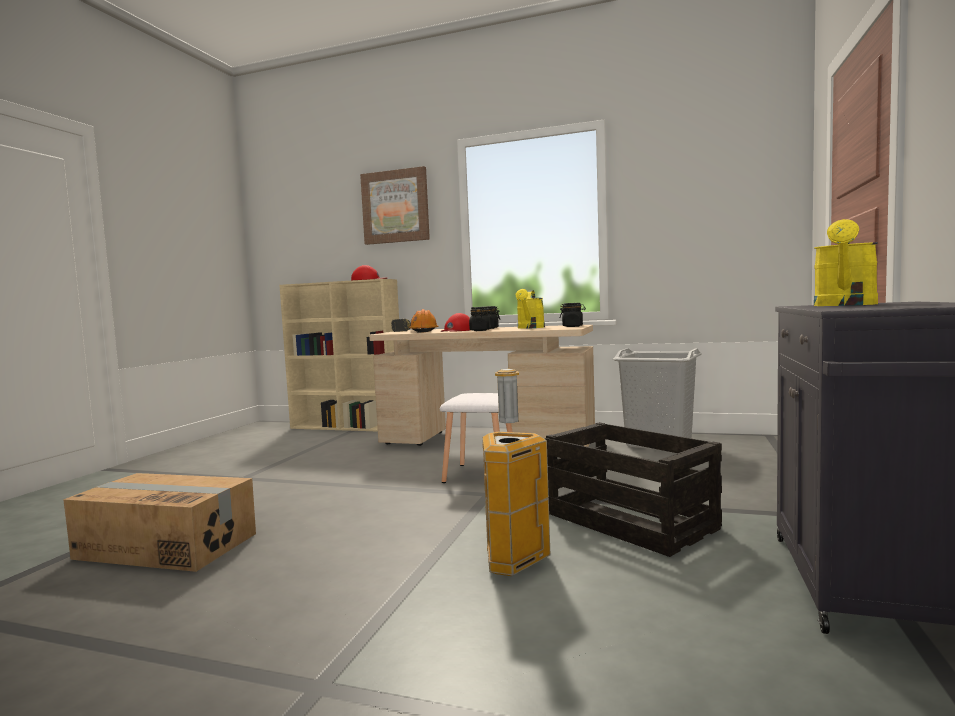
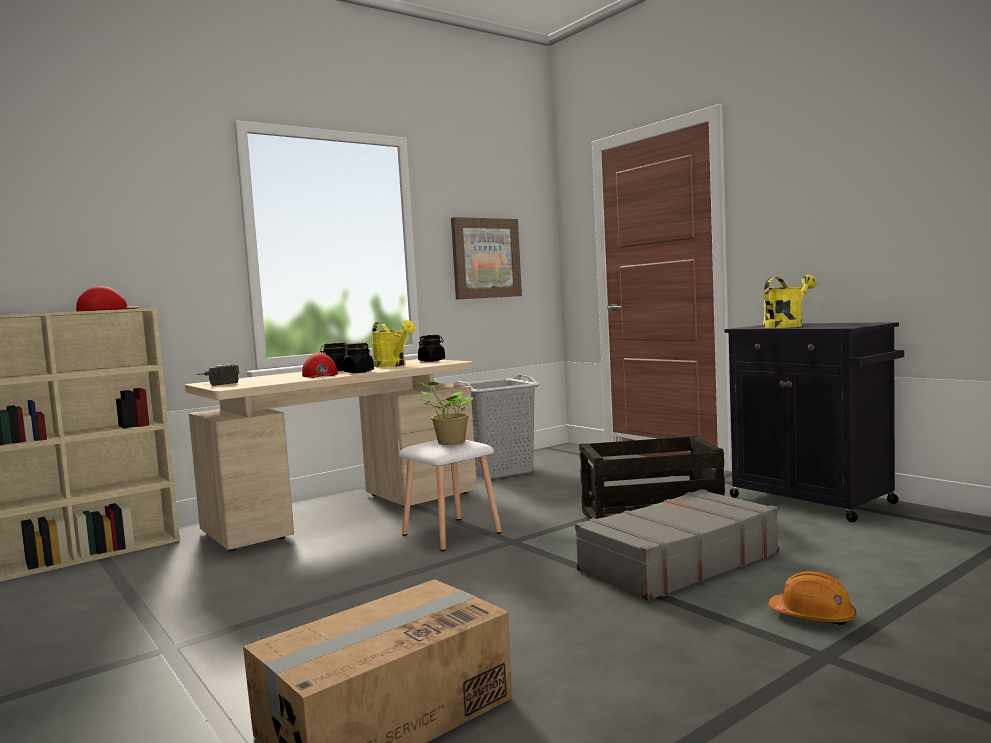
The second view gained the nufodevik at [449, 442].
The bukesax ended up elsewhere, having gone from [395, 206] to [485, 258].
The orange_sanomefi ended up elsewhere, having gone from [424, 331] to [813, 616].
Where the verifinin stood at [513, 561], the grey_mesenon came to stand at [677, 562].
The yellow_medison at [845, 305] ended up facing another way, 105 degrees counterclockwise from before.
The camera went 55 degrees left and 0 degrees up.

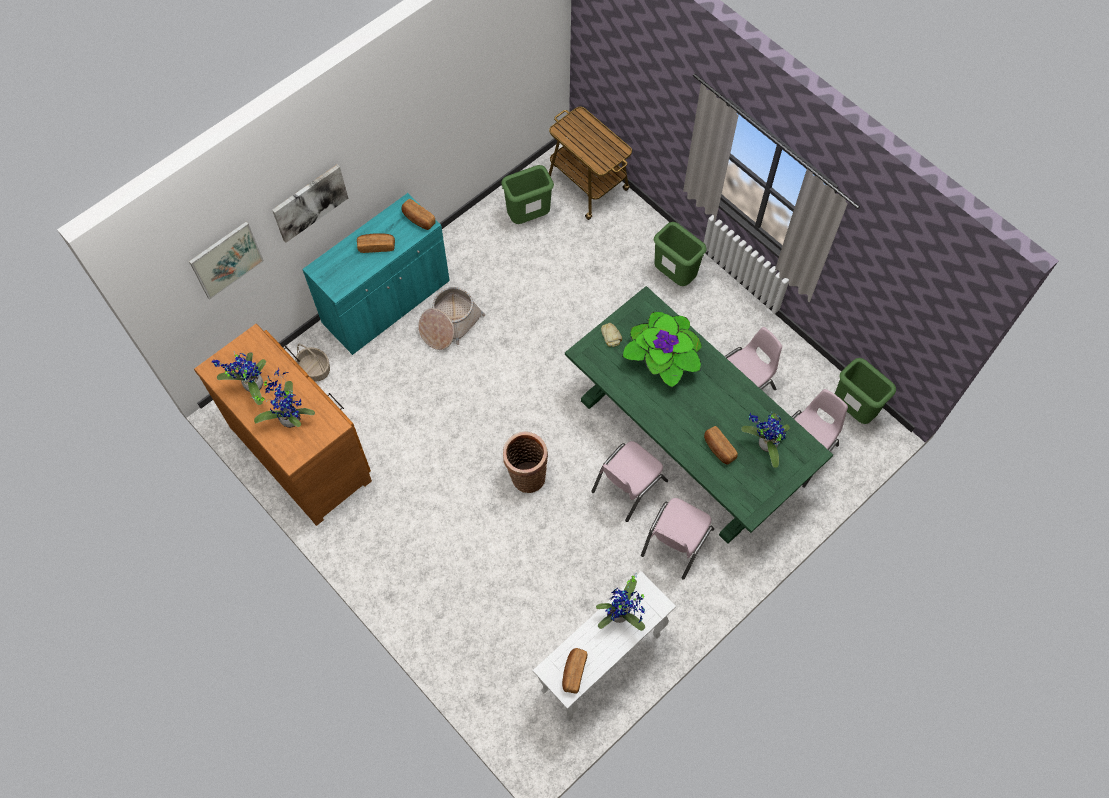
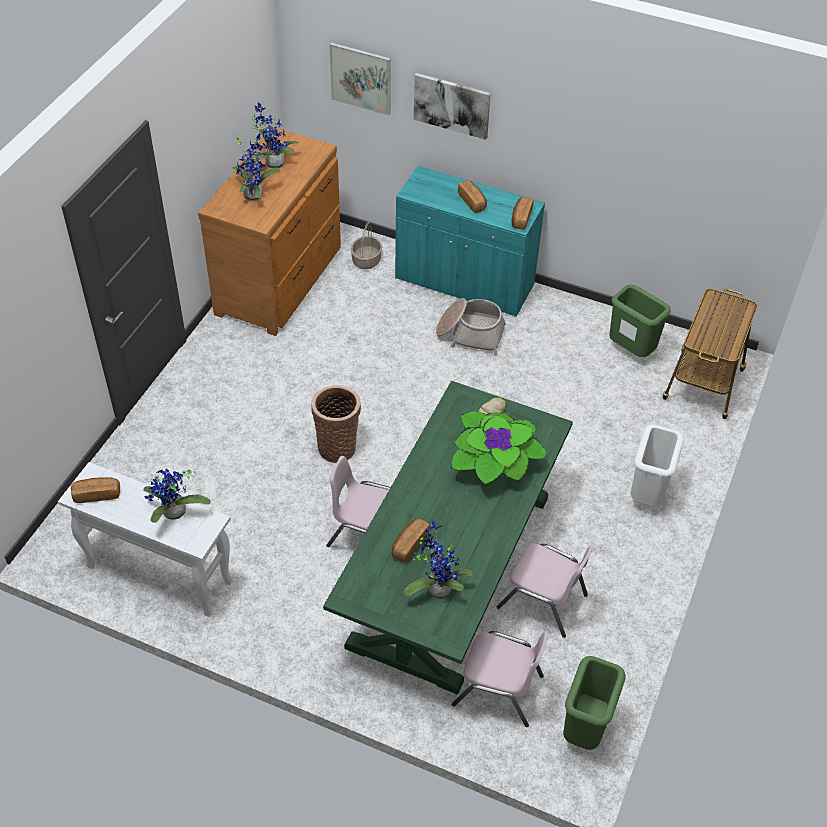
The second view lost the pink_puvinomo at [676, 542].
What was the green_verifinin at [675, 276] turned into the white_verifinin at [647, 495].
The camera went 65 degrees right and 15 degrees down.

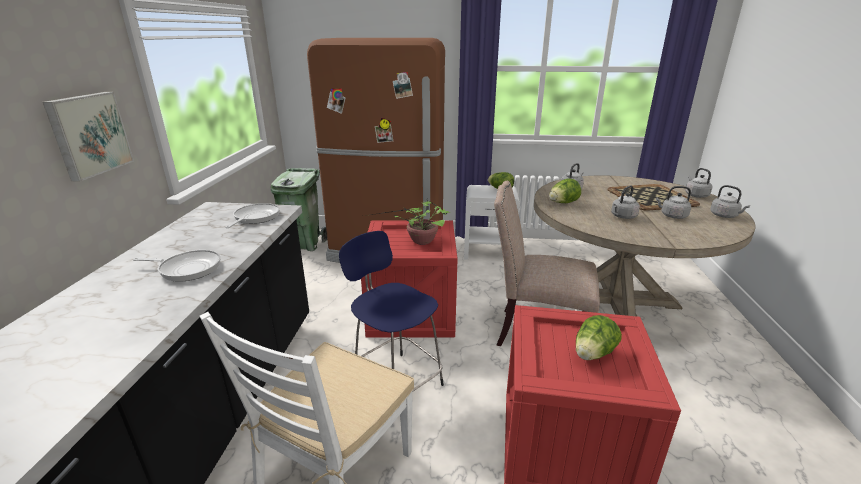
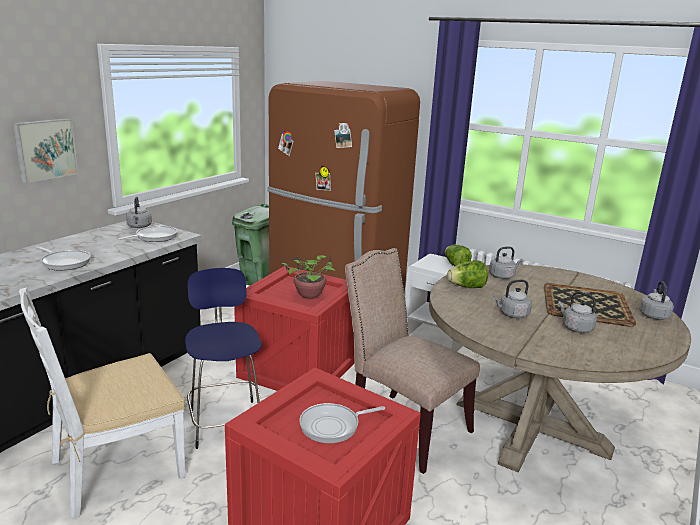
The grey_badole ended up elsewhere, having gone from [725, 216] to [139, 227].
Where the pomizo stood at [593, 354], the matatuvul came to stand at [333, 426].
The camera went 25 degrees right and 5 degrees down.

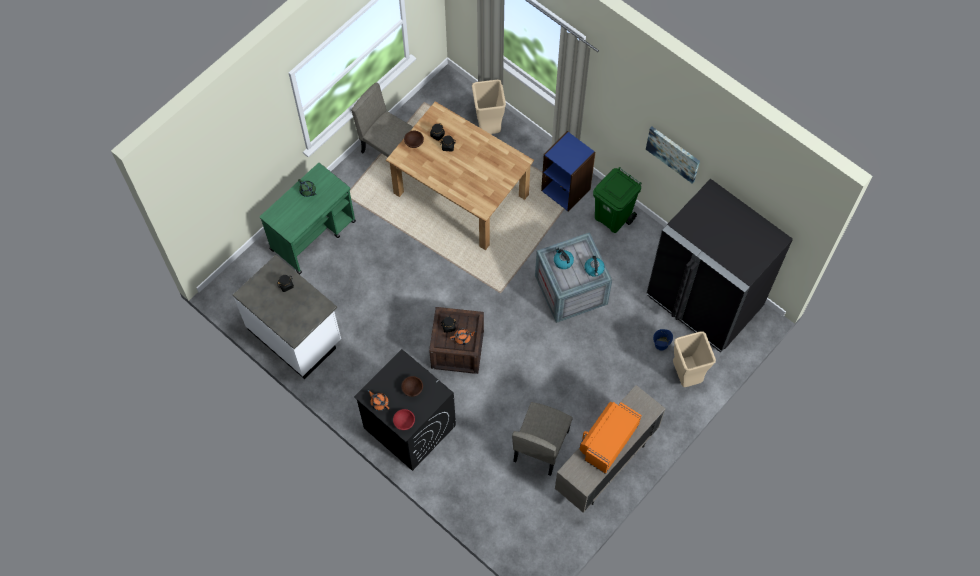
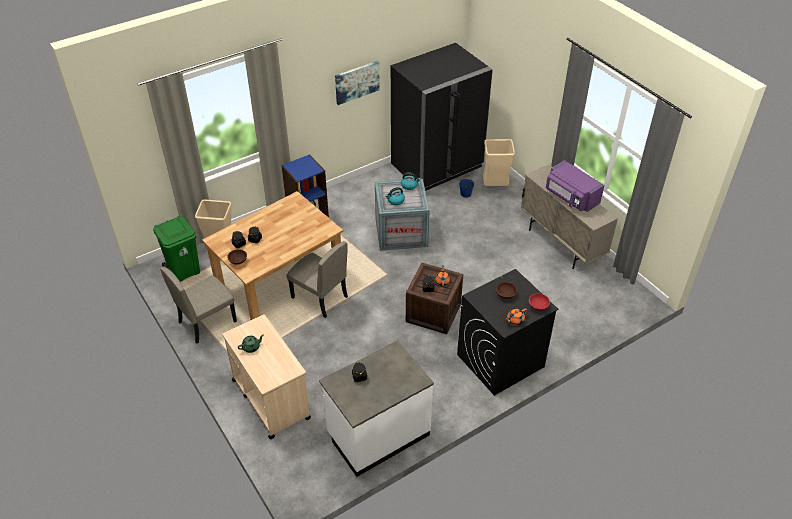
The beige_puvinomo ended up elsewhere, having gone from [540, 446] to [319, 297].
The green_verifinin ended up elsewhere, having gone from [613, 218] to [184, 271].
What was the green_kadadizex at [313, 235] turned into the beige_kadadizex at [270, 398].
What was the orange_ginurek at [607, 440] turned into the purple_ginurek at [570, 198].
The camera went 75 degrees left and 20 degrees down.

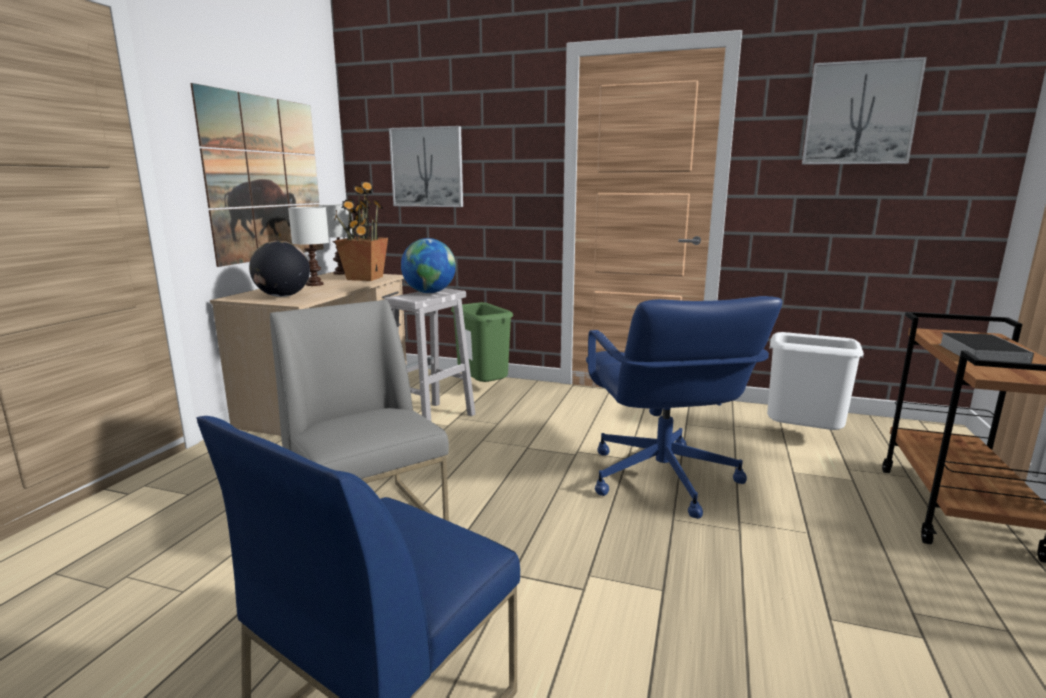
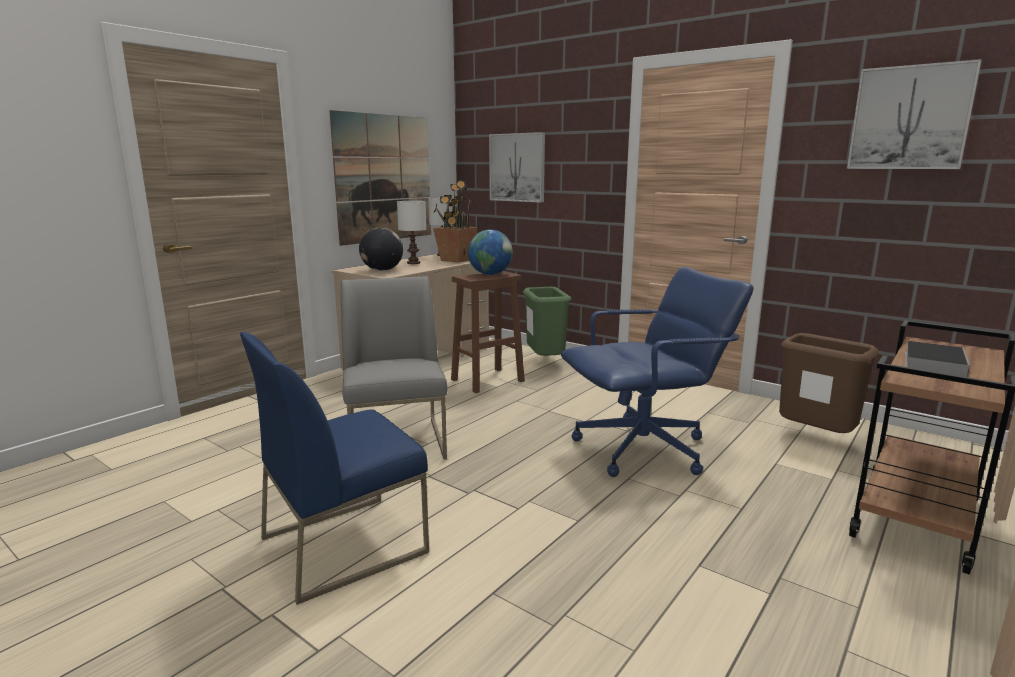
What was the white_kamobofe at [431, 420] turned into the brown_kamobofe at [486, 381].
What was the white_verifinin at [802, 438] turned into the brown_verifinin at [815, 439].
The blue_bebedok at [661, 479] ended up facing another way, 120 degrees counterclockwise from before.
The camera went 20 degrees right and 0 degrees up.

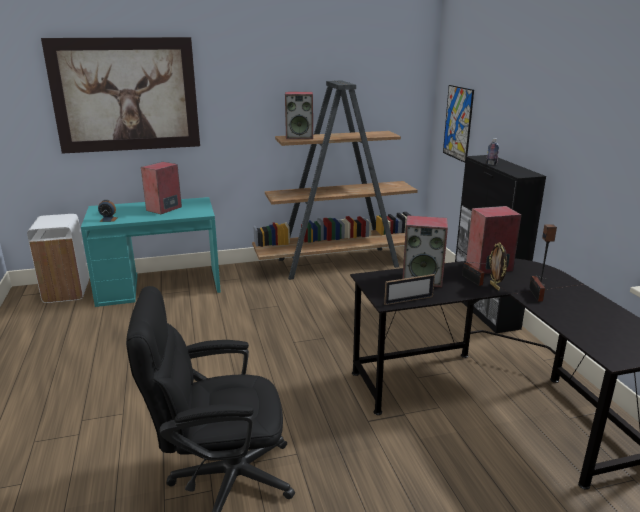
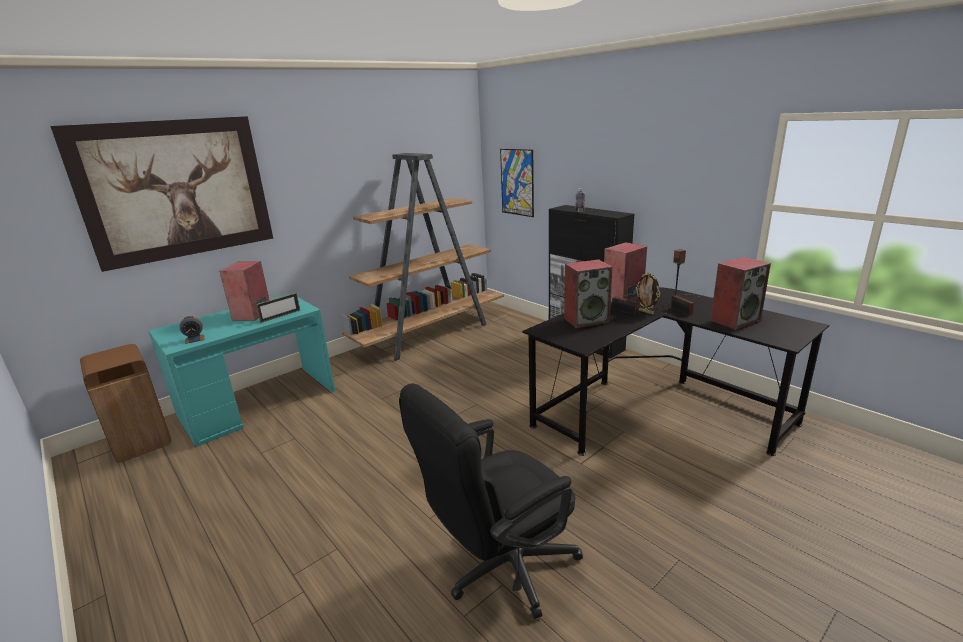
The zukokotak ended up elsewhere, having gone from [300, 137] to [735, 320].
The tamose ended up elsewhere, having gone from [408, 300] to [280, 316].
What was the white_verifinin at [67, 292] turned into the brown_verifinin at [142, 441].
The camera went 25 degrees left and 0 degrees up.

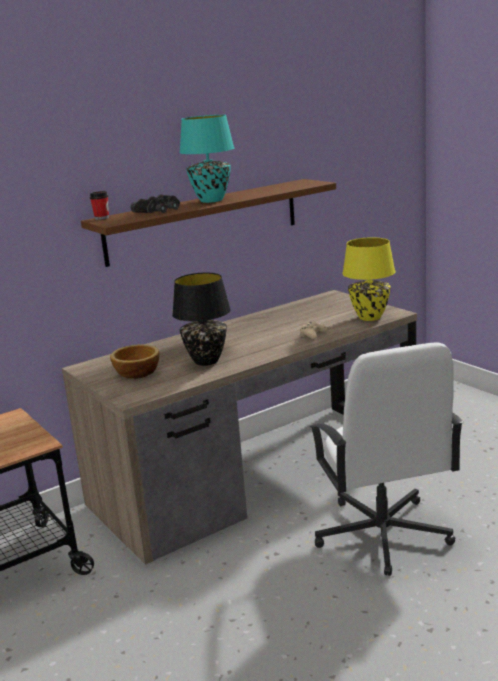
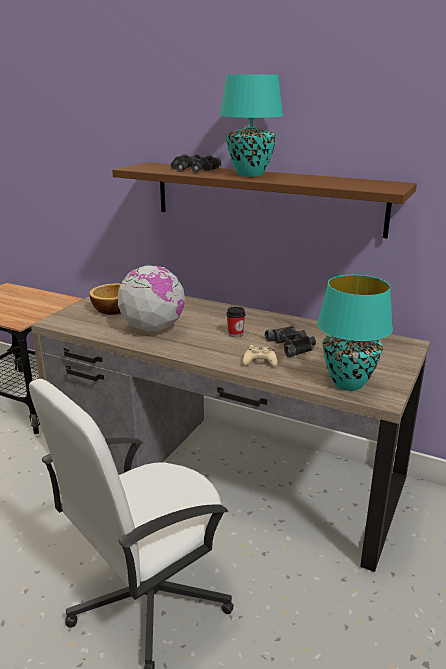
The second view gained the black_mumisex at [292, 345].
The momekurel ended up elsewhere, having gone from [102, 218] to [235, 334].
Where the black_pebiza stood at [205, 361], the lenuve came to stand at [152, 328].
What was the yellow_pebiza at [370, 317] turned into the turquoise_pebiza at [349, 383].
The camera went 60 degrees right and 5 degrees up.

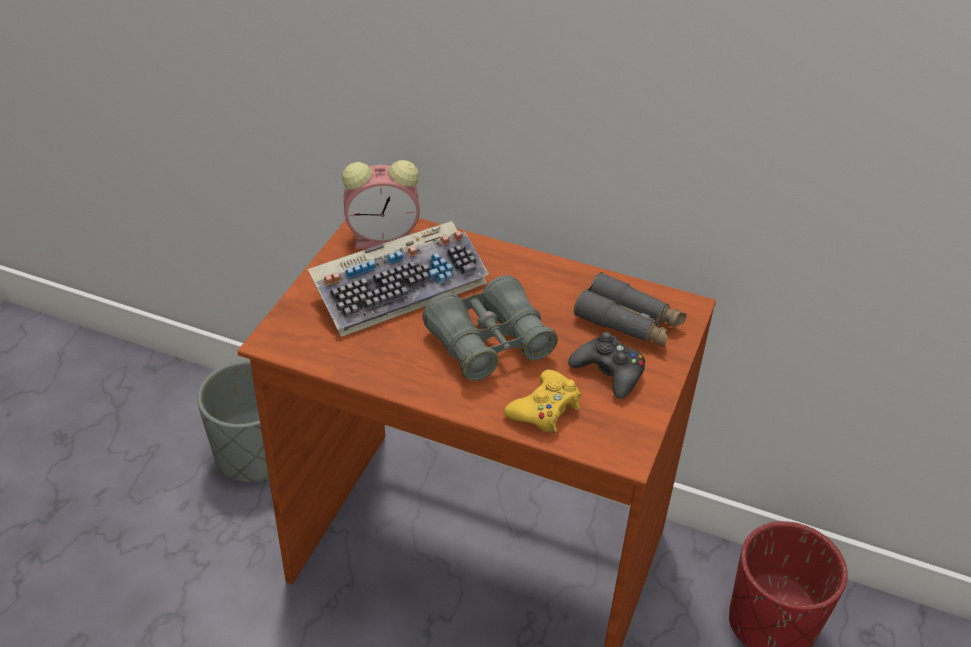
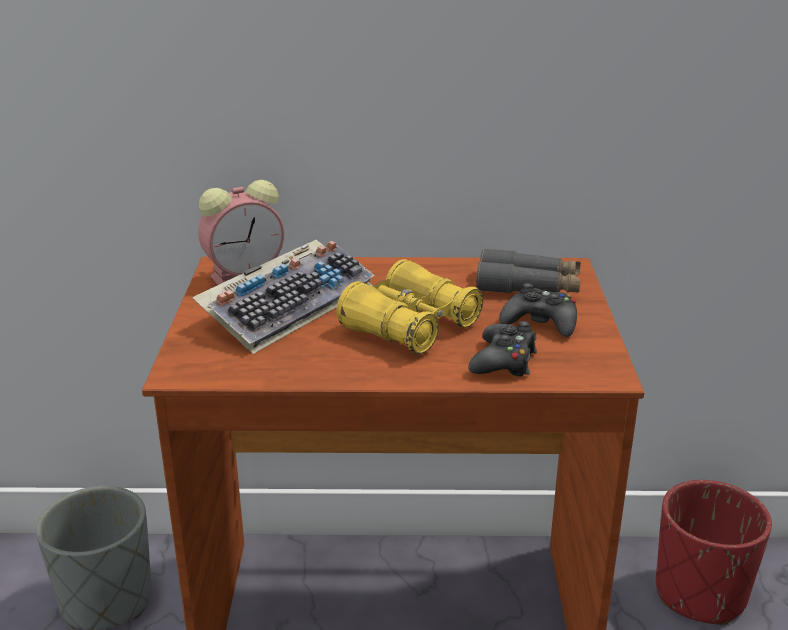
What was the grey_mumisex at [489, 343] turned into the yellow_mumisex at [410, 327].
What was the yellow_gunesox at [545, 409] turned into the black_gunesox at [504, 361].
The camera went 20 degrees left and 15 degrees down.

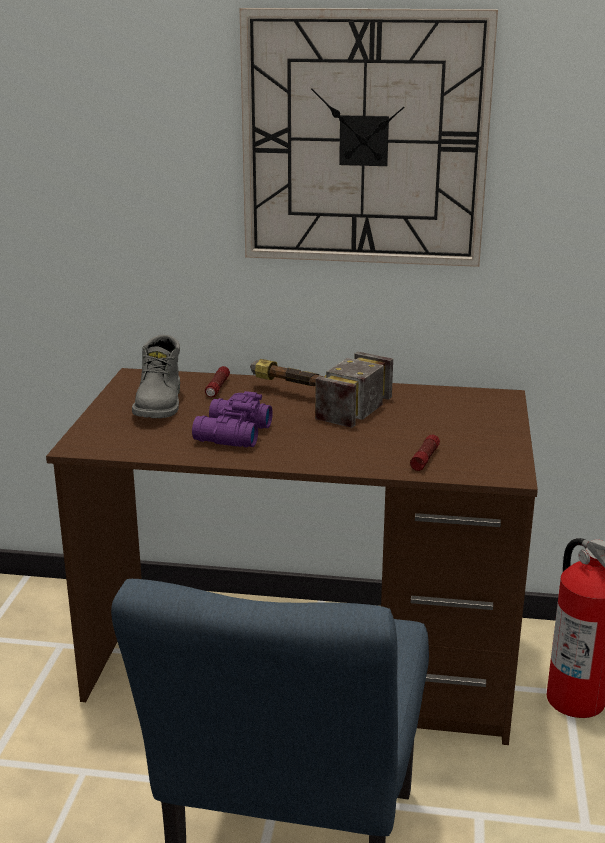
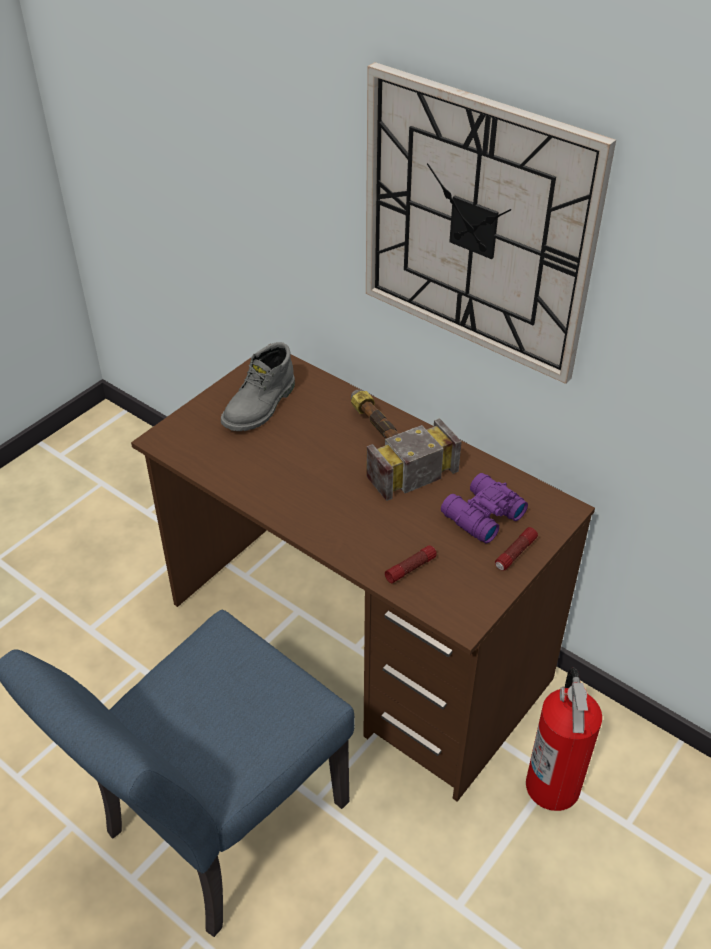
The purple_mumisex ended up elsewhere, having gone from [231, 434] to [480, 515].
The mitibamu ended up elsewhere, having gone from [217, 388] to [515, 554].
The camera went 30 degrees right and 20 degrees up.

